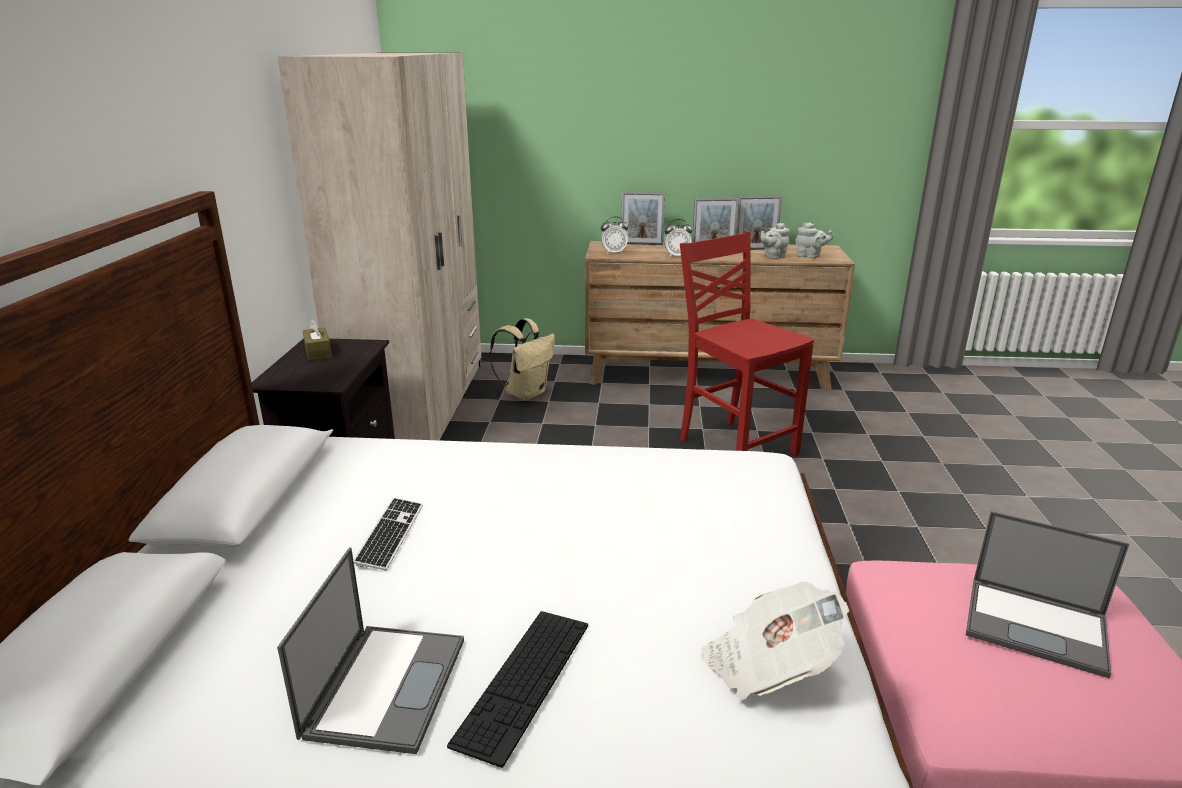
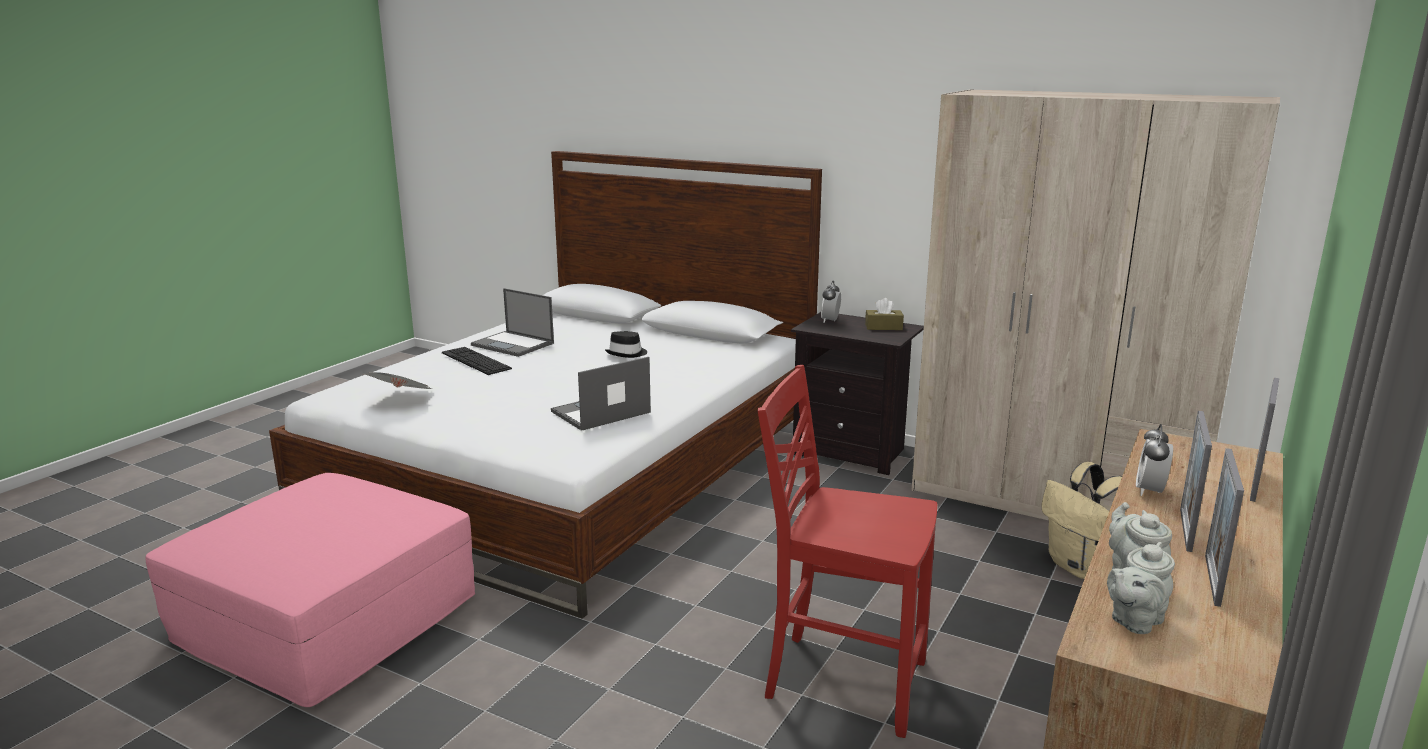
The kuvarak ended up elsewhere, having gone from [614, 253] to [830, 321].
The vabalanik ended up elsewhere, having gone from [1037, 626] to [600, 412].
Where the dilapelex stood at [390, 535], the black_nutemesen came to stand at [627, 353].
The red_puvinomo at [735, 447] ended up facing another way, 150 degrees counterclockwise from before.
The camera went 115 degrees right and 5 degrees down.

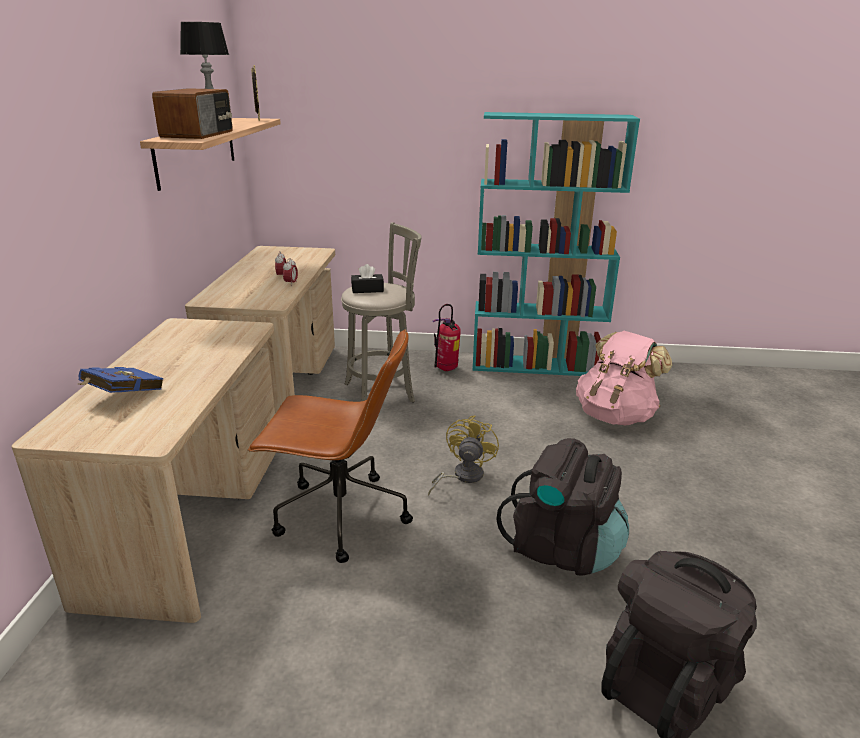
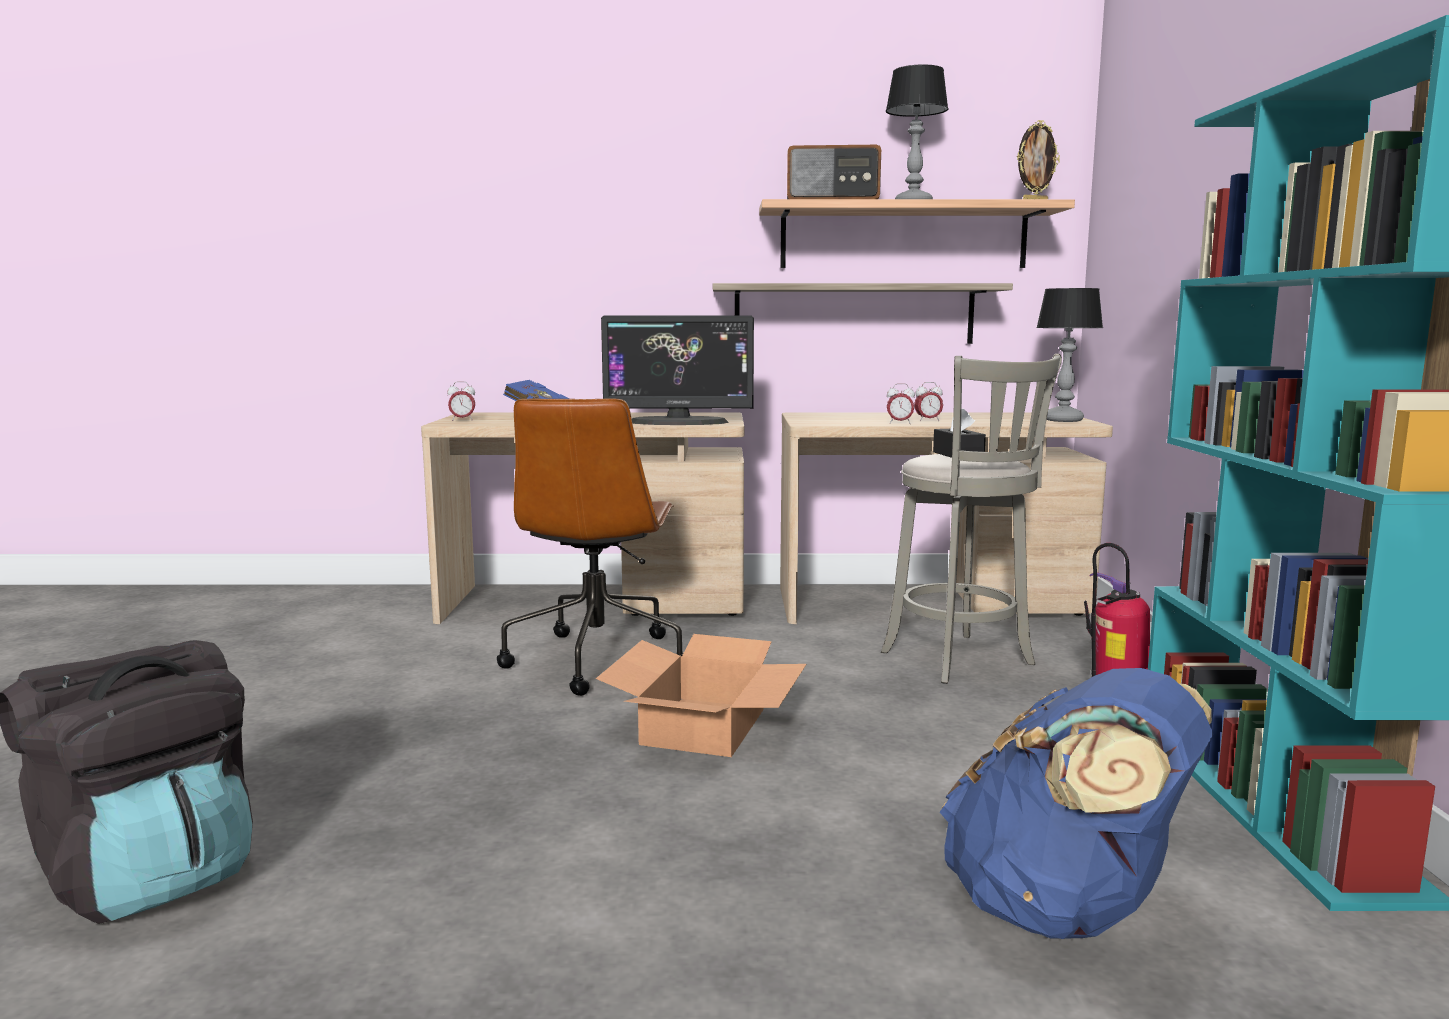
The second view lost the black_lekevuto at [562, 548].
The second view gained the kuvarak at [462, 420].
The second view gained the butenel at [678, 422].
The second view gained the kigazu at [854, 314].
The second view gained the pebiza at [1063, 420].
Where the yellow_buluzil stood at [462, 476], the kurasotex came to stand at [704, 726].
What was the pink_lekevuto at [615, 415] turned into the blue_lekevuto at [1065, 911].
The camera went 85 degrees right and 15 degrees down.

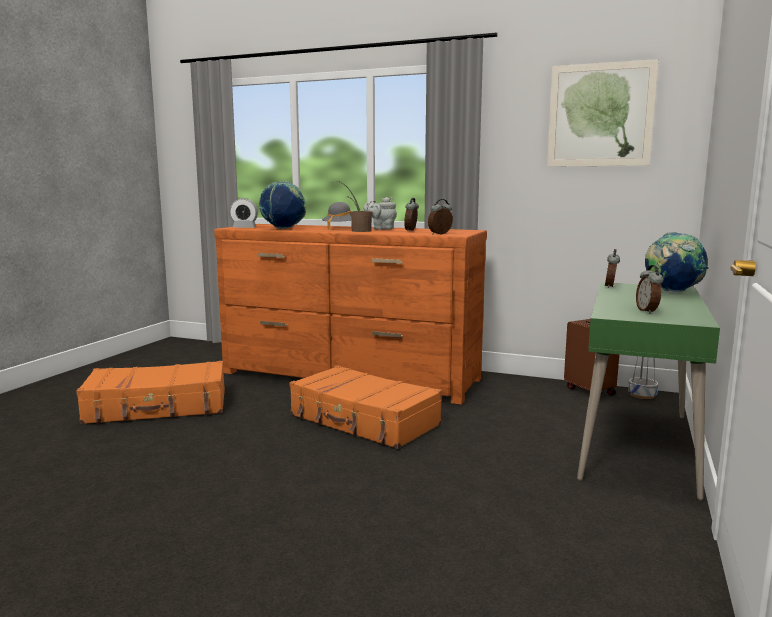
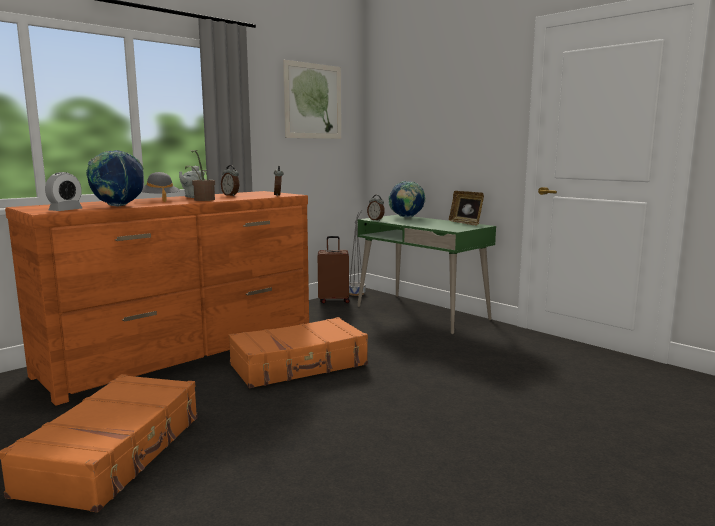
The second view lost the kuvarak at [648, 311].
The second view gained the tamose at [466, 223].
The camera went 65 degrees left and 0 degrees up.

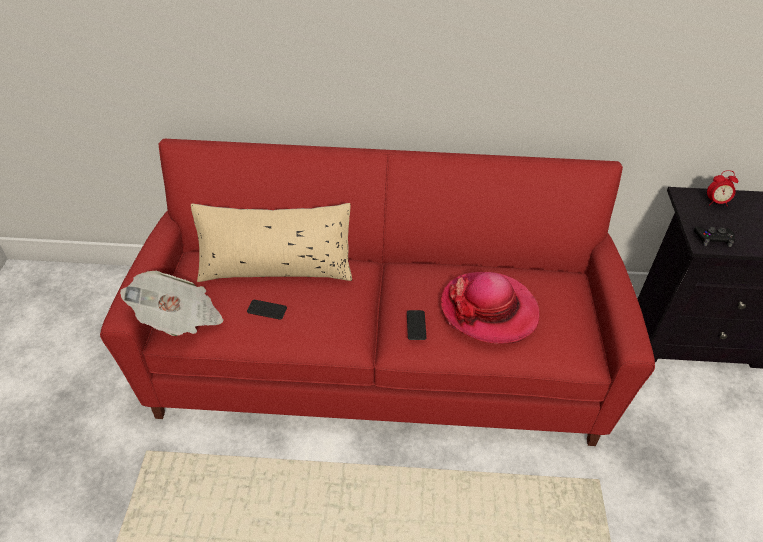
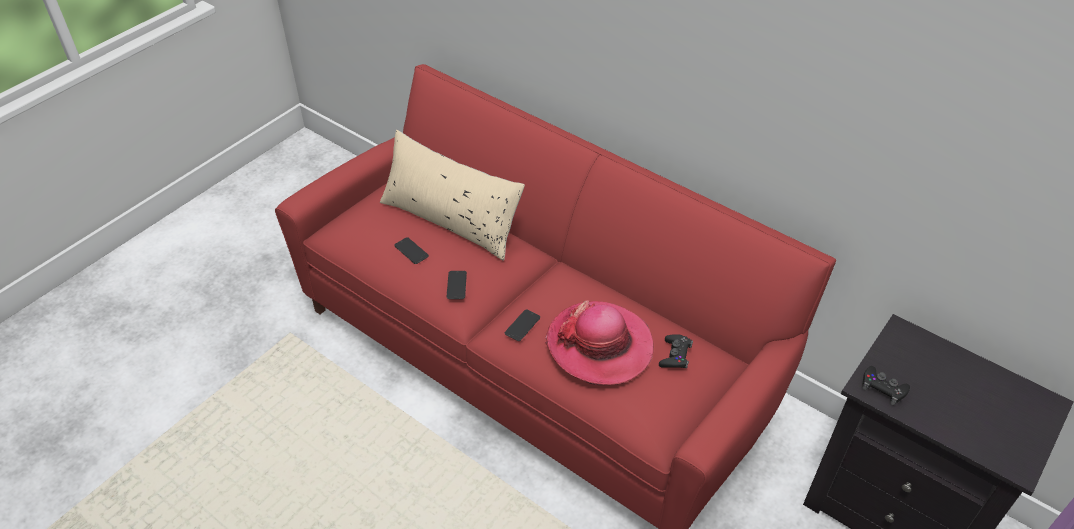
The second view lost the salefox at [179, 319].
The second view lost the kuvarak at [716, 202].
The second view gained the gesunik at [456, 285].
The second view gained the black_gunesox at [675, 355].
The camera went 35 degrees right and 0 degrees up.

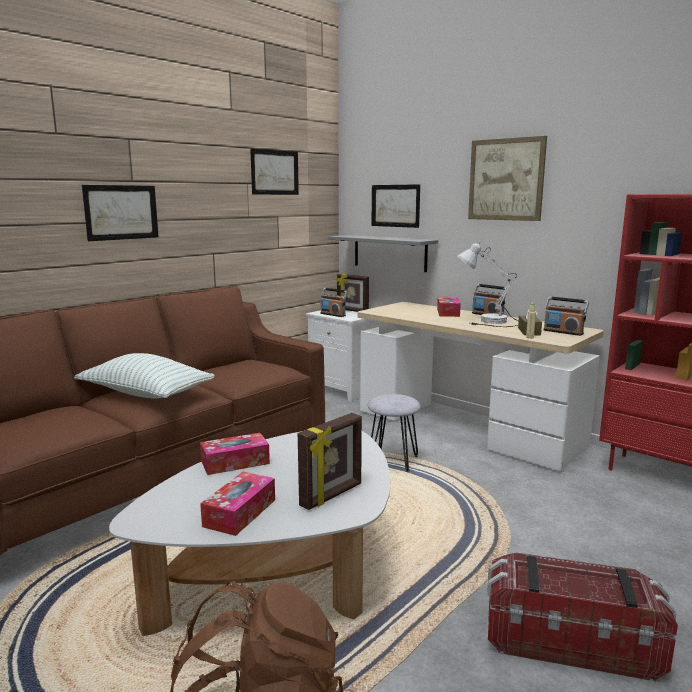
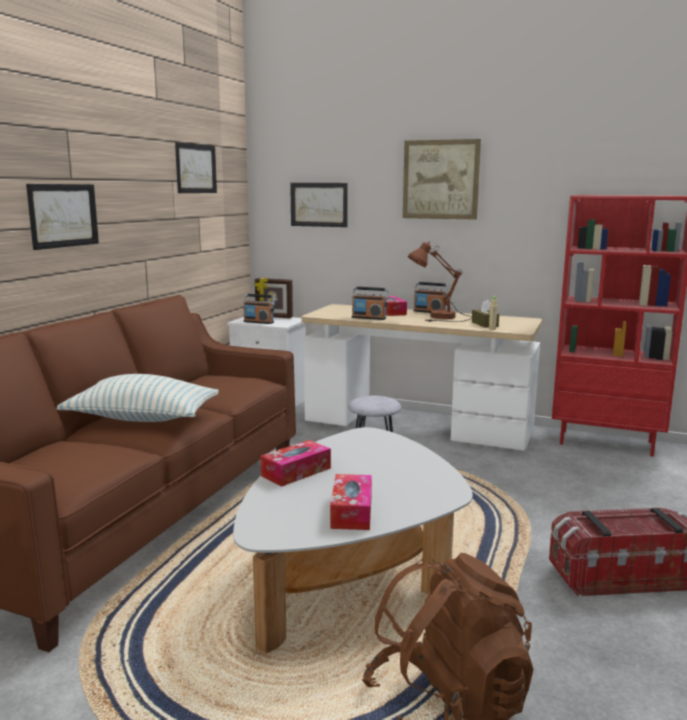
The second view lost the tamose at [332, 495].
The second view lost the grey_kigazu at [390, 253].
The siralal ended up elsewhere, having gone from [563, 332] to [369, 318].
What was the white_pebiza at [489, 323] turned into the brown_pebiza at [441, 319].
The camera went 20 degrees left and 0 degrees up.

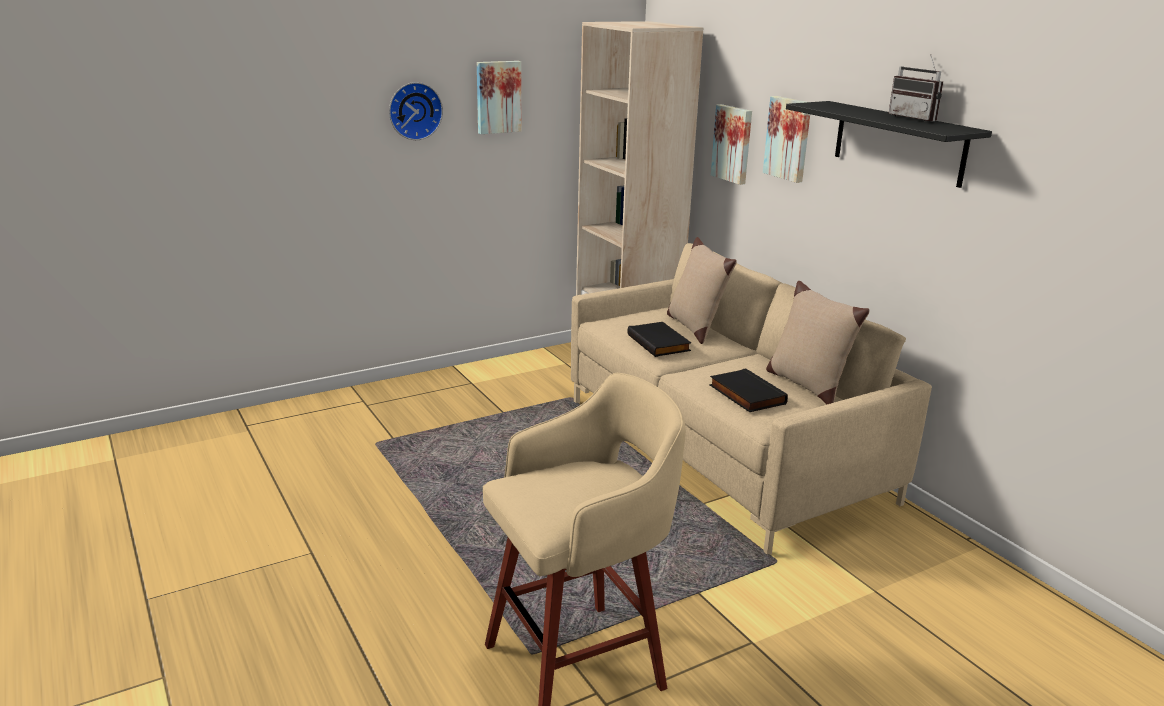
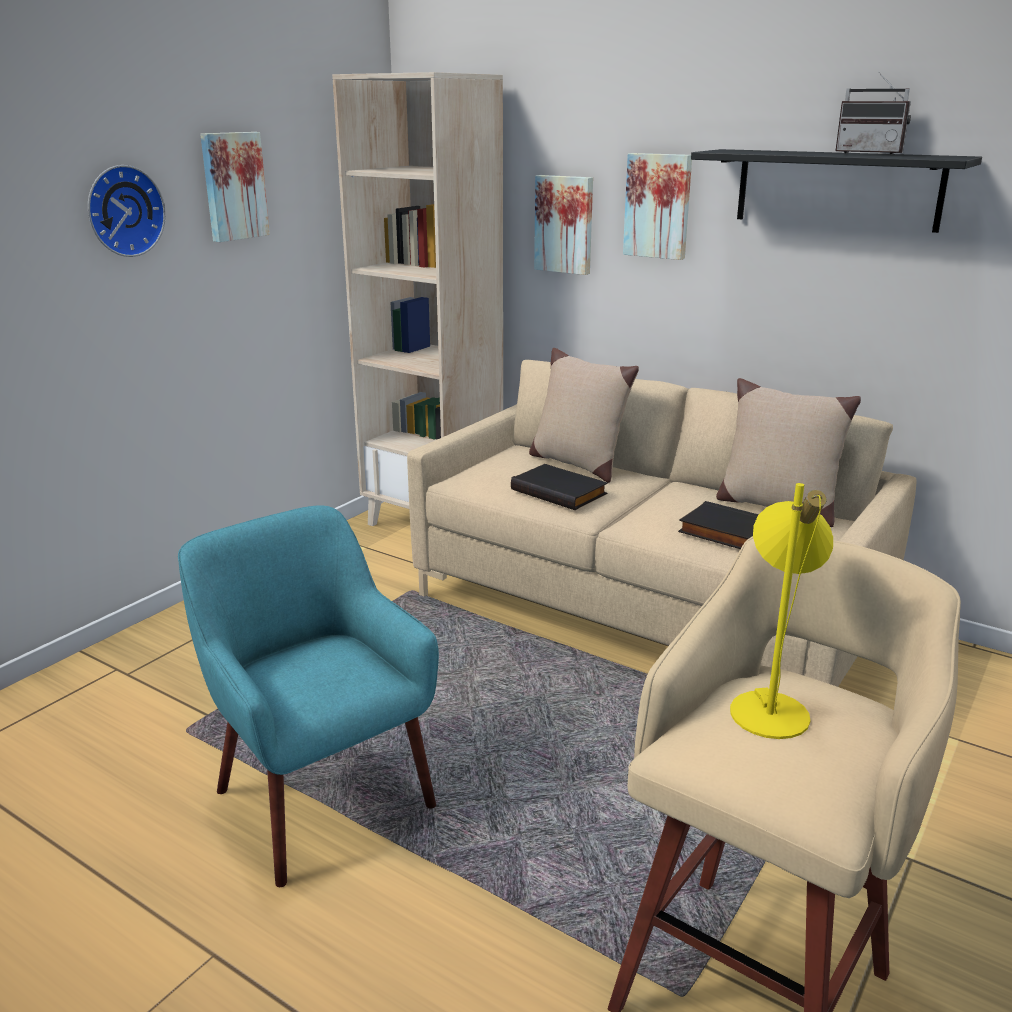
The second view gained the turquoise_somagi at [321, 798].
The second view gained the yellow_pebiza at [771, 705].
The camera went 25 degrees left and 0 degrees up.

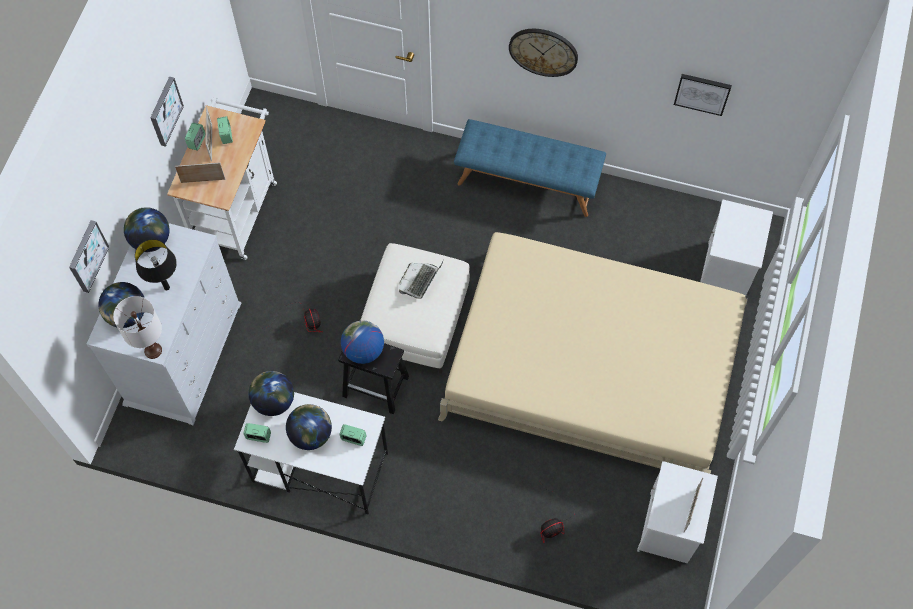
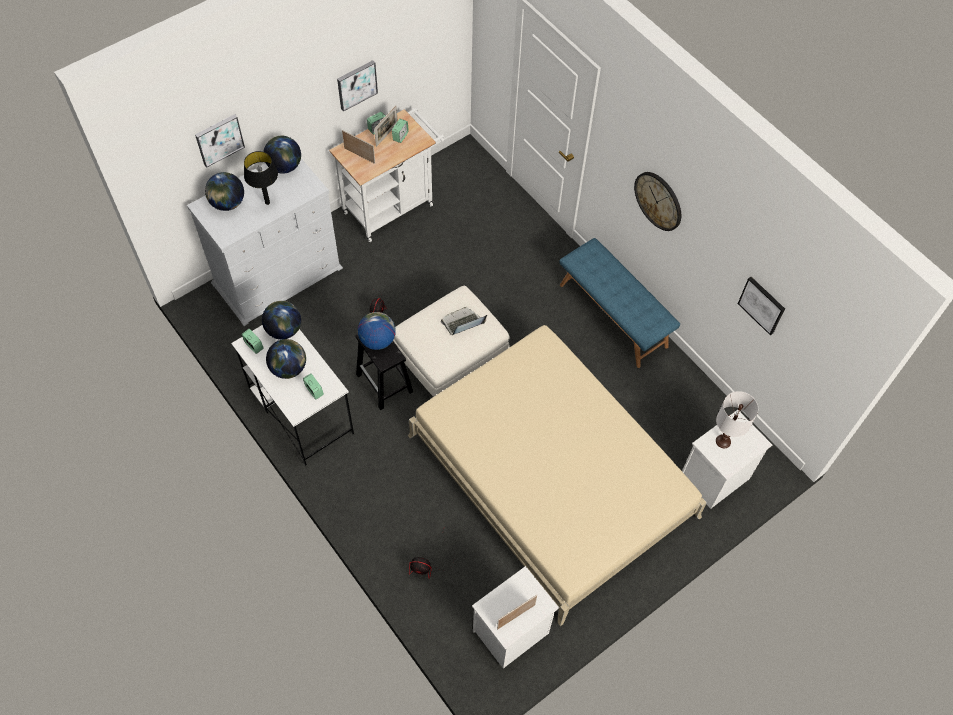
The white_pebiza ended up elsewhere, having gone from [153, 350] to [723, 441].
The camera went 35 degrees right and 5 degrees down.

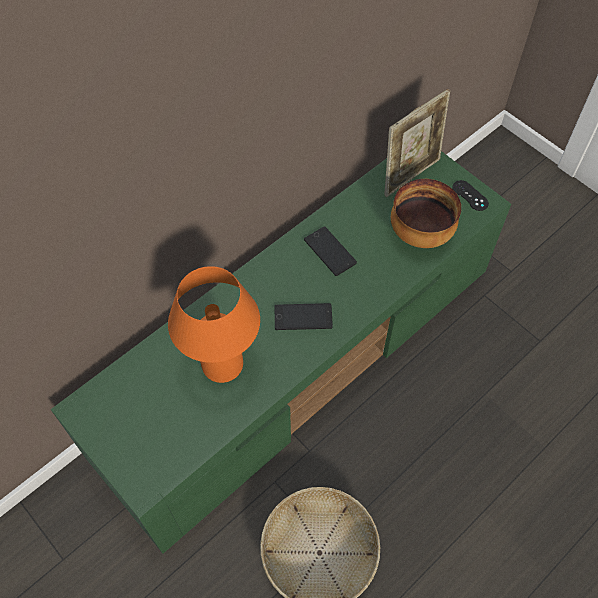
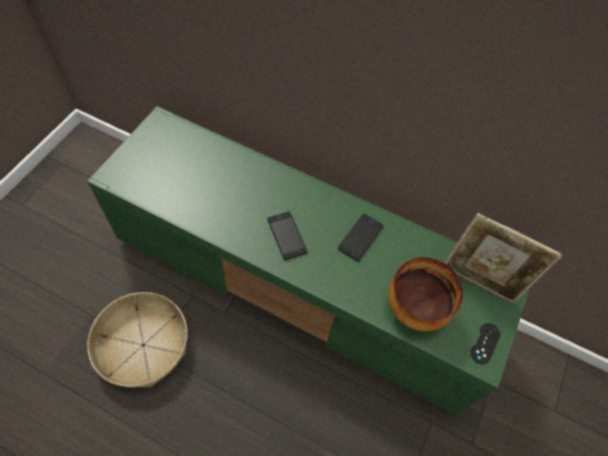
The second view lost the orange_pebiza at [222, 365].
The camera went 65 degrees right and 0 degrees up.

